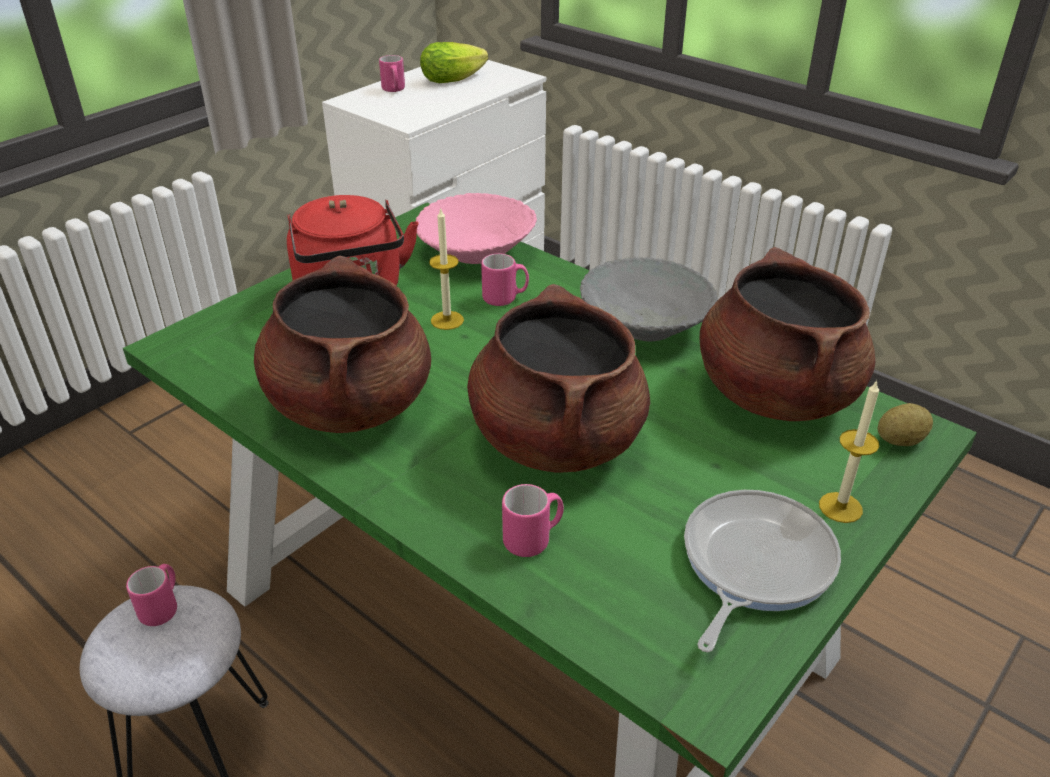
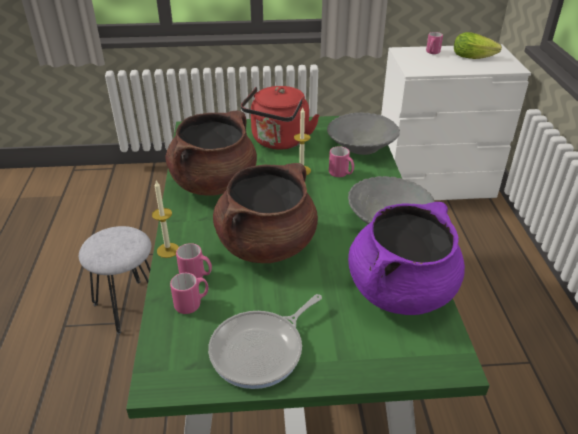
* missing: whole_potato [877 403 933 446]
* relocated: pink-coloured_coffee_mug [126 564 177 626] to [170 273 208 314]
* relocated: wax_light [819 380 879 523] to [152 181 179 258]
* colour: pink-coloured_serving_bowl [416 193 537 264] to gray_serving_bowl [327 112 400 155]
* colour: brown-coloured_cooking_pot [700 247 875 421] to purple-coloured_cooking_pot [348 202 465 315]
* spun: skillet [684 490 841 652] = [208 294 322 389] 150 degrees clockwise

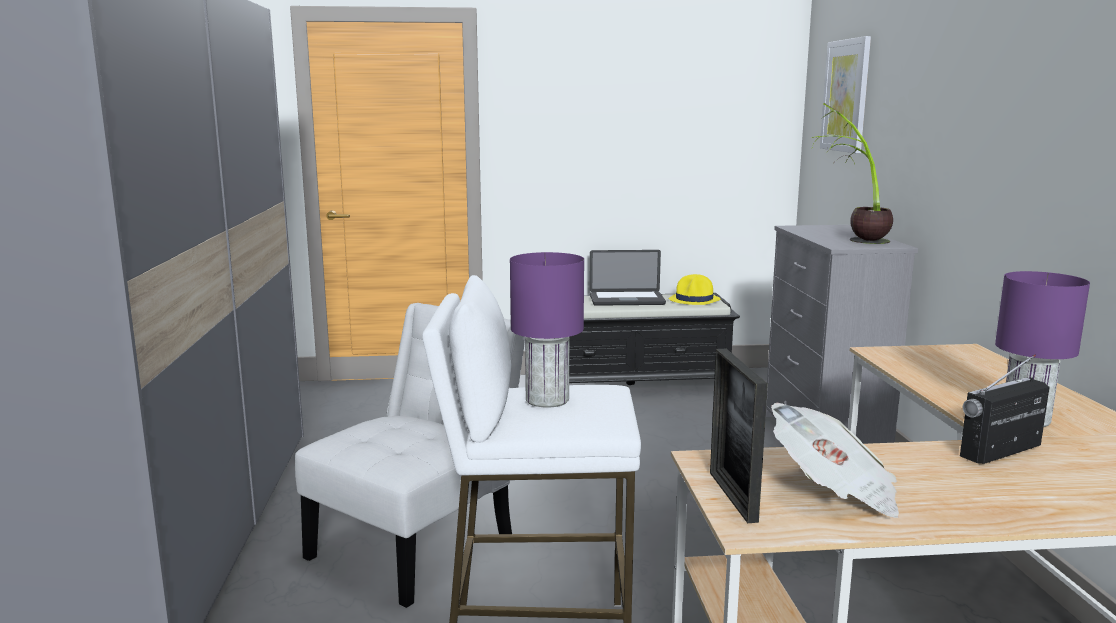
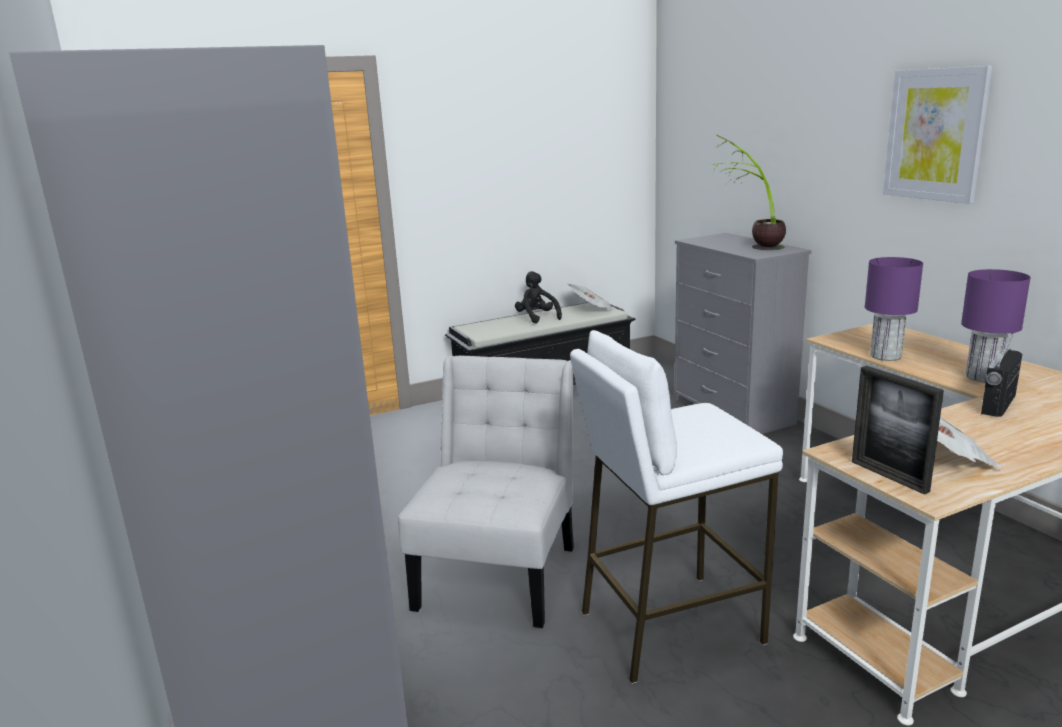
* relocated: purple-coloured_lamp_for_a_table [510 252 584 408] to [865 257 923 361]
* relocated: picture [820 36 871 153] to [883 66 992 204]
* exchanged: notebook_computer [589 250 666 306] to black_soft_toy [515 271 562 324]
* exchanged: yellow_hat [668 274 721 305] to printed_paper [567 284 615 311]

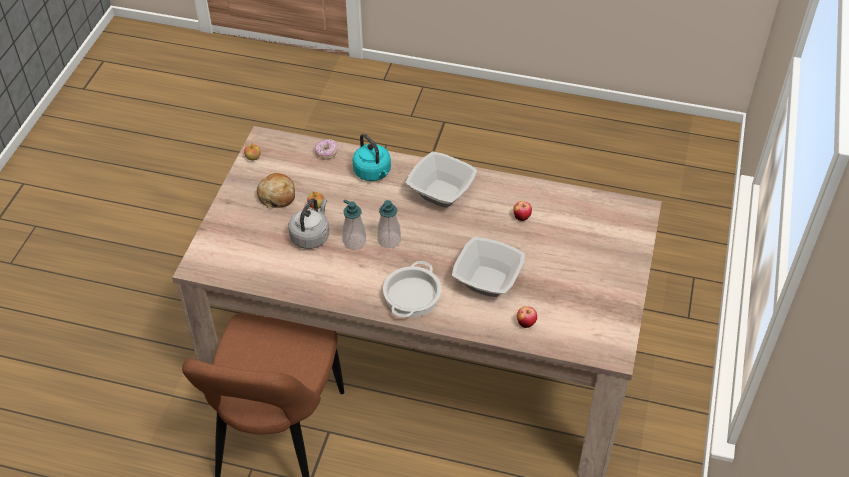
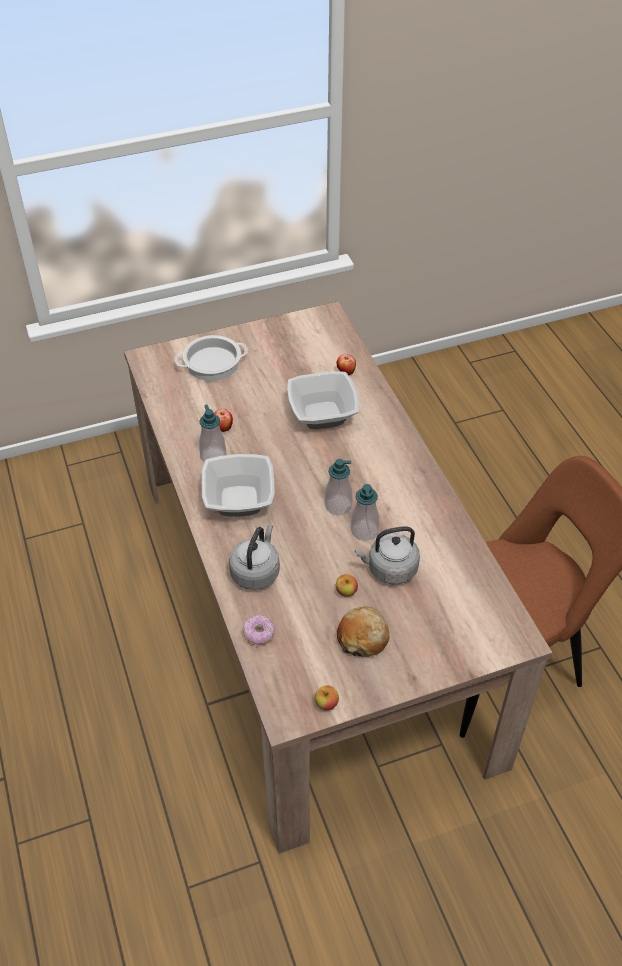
* appeared: soap_dispenser [199 405 227 462]
* relocated: cooking_pot [383 261 441 317] to [174 335 248 381]
* colour: blue-green_kettle [352 134 391 181] to gray_kettle [229 525 280 590]

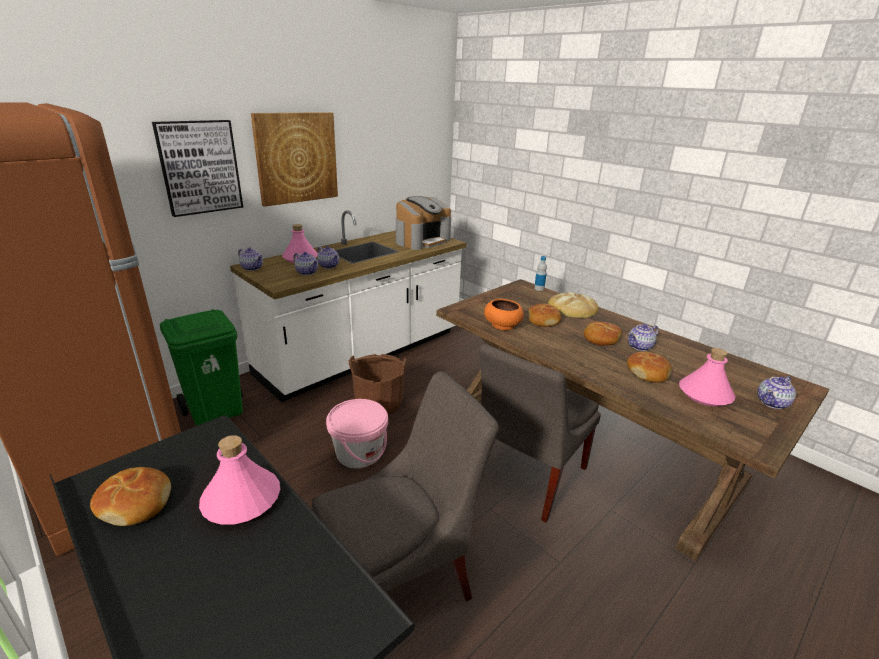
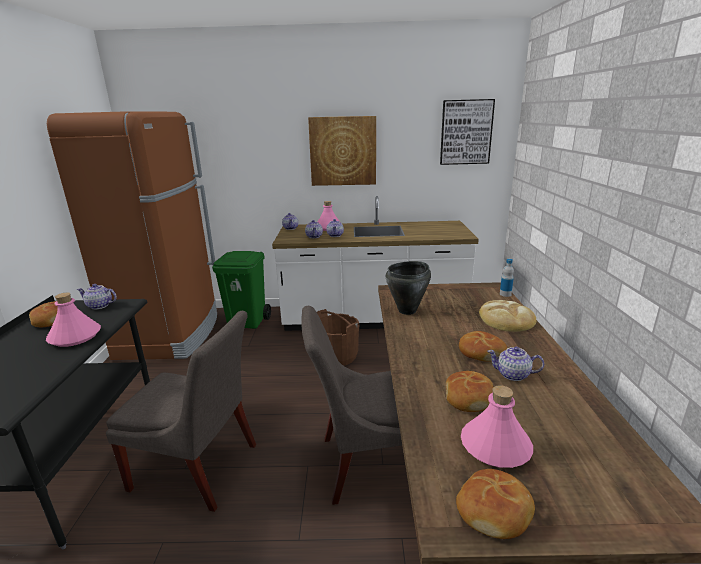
* missing: pink-coloured_water_bucket [326 399 388 468]
* missing: coffee_maker [396 196 451 250]
* relocated: picture [152 120 243 217] to [440 99 495 165]
* relocated: baked_bread [528 304 561 327] to [456 469 535 539]
* relocated: teapot [757 376 796 409] to [77 284 117 309]
* exchanged: orangey_serving_bowl [484 299 524 330] to black_cooking_pot [385 261 431 315]

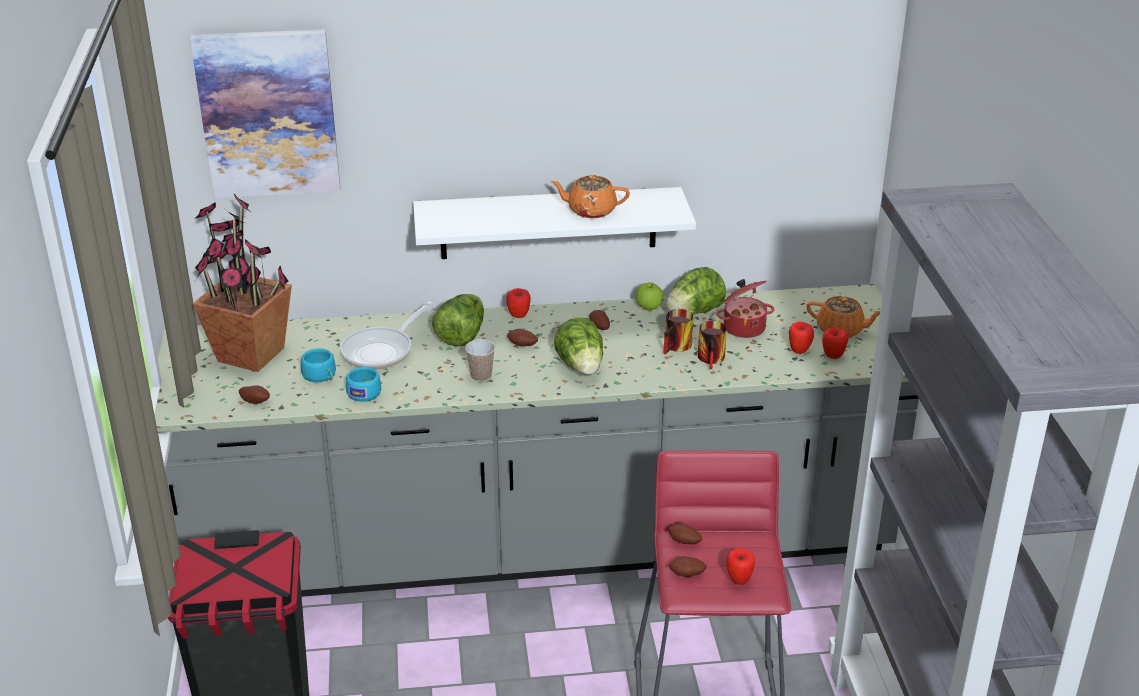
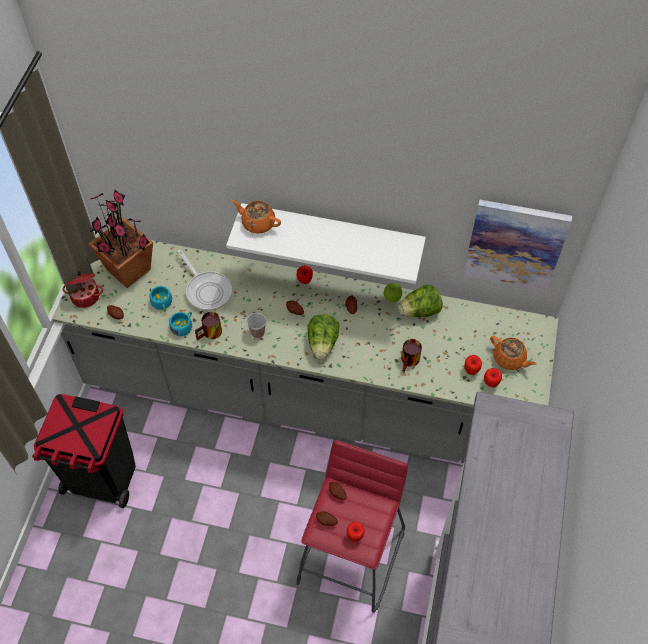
* missing: head_of_lettuce [432 294 484 347]
* relocated: picture [190 29 340 198] to [463 199 572 291]
* relocated: orangey_teapot [550 175 630 218] to [232 200 281 234]
* relocated: coffee_mug [663 309 694 354] to [195 312 222 340]
* relocated: cooking_pot [716 279 774 338] to [63 271 103 308]
* spun: skillet [340 302 433 369] = [177 249 232 311] 90 degrees counterclockwise

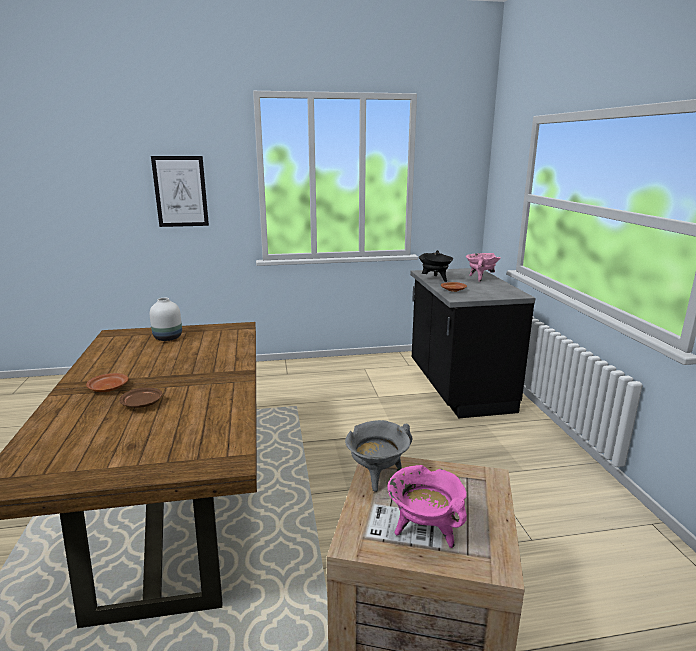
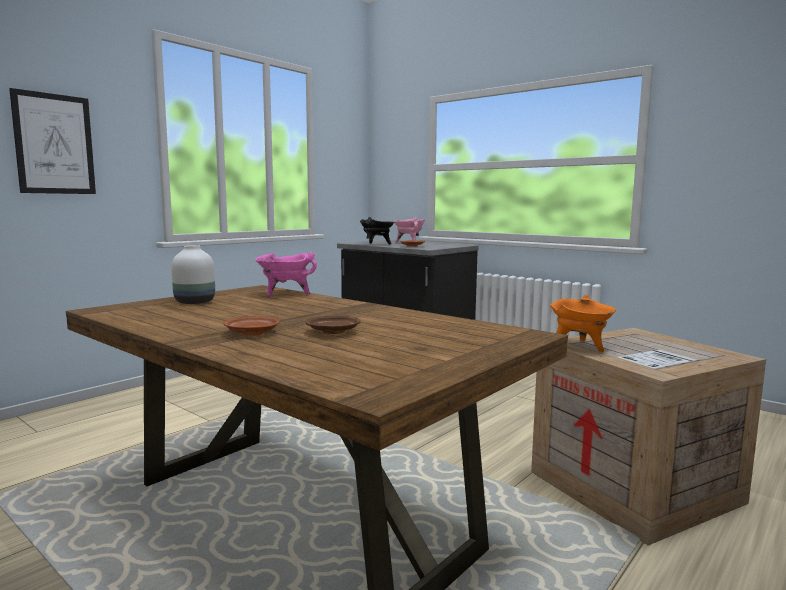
* relocated: pink-coloured_cooking_pot [387 465 467 548] to [255 252 317 297]
* colour: gray_cooking_pot [345 420 412 492] to orangey_cooking_pot [550 295 616 352]

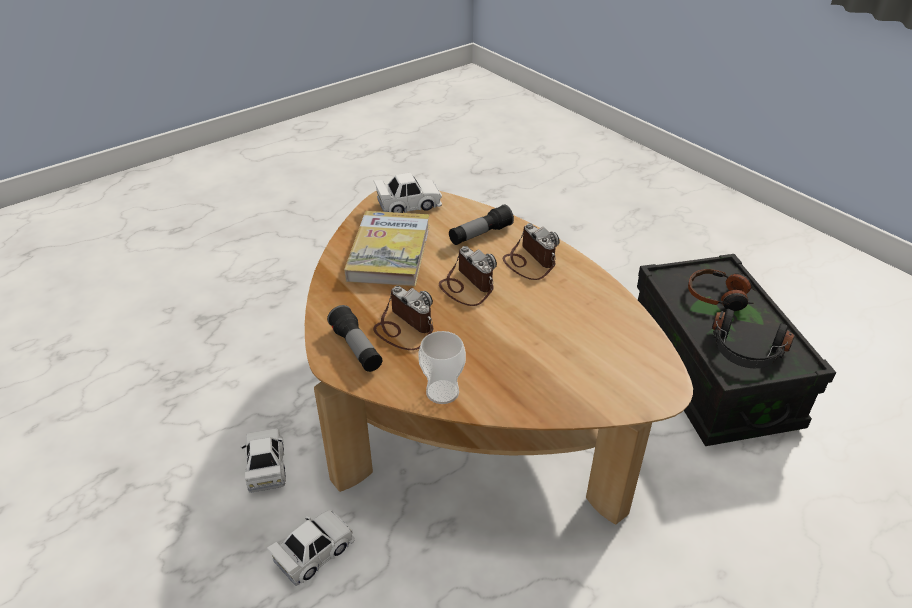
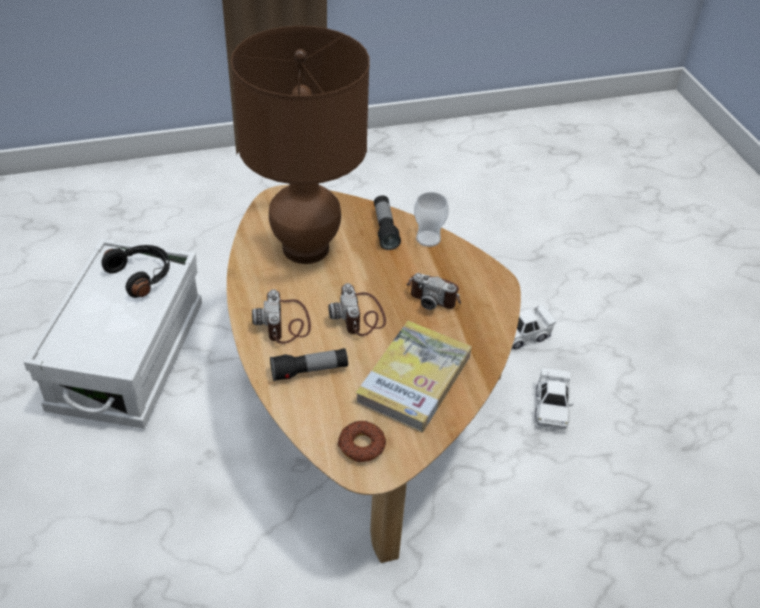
* missing: headphones [688 269 757 311]
* appeared: brown-coloured_lamp_for_a_table [231 26 370 264]
* relocated: flashlight [327 305 382 372] to [374 195 401 250]
* exchanged: whitish_model_car [374 173 442 213] to ring_doughnut [337 421 386 462]
* colour: black_storage_container [637 254 836 446] to whitish_storage_container [24 239 202 429]
* spun: still_camera [373 286 433 350] = [406 273 461 310] 45 degrees counterclockwise

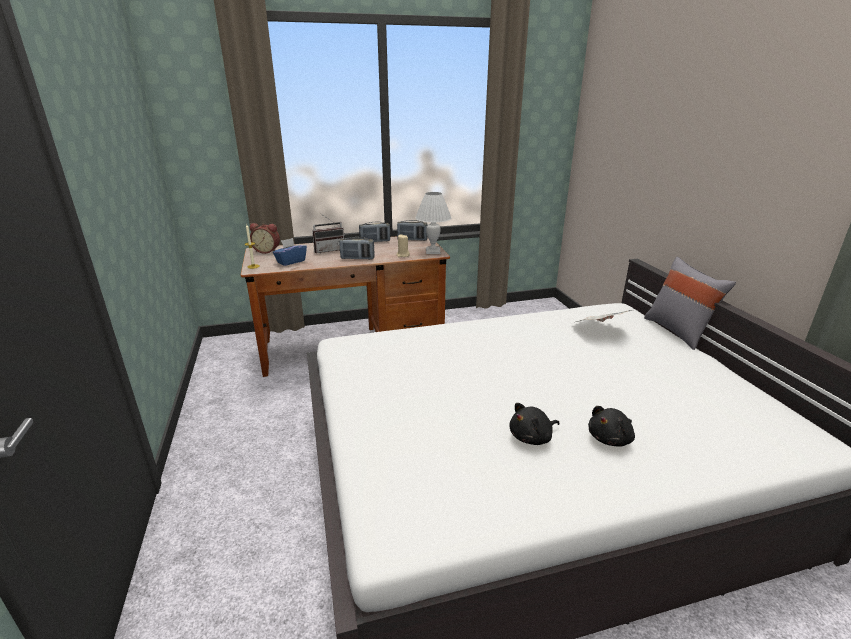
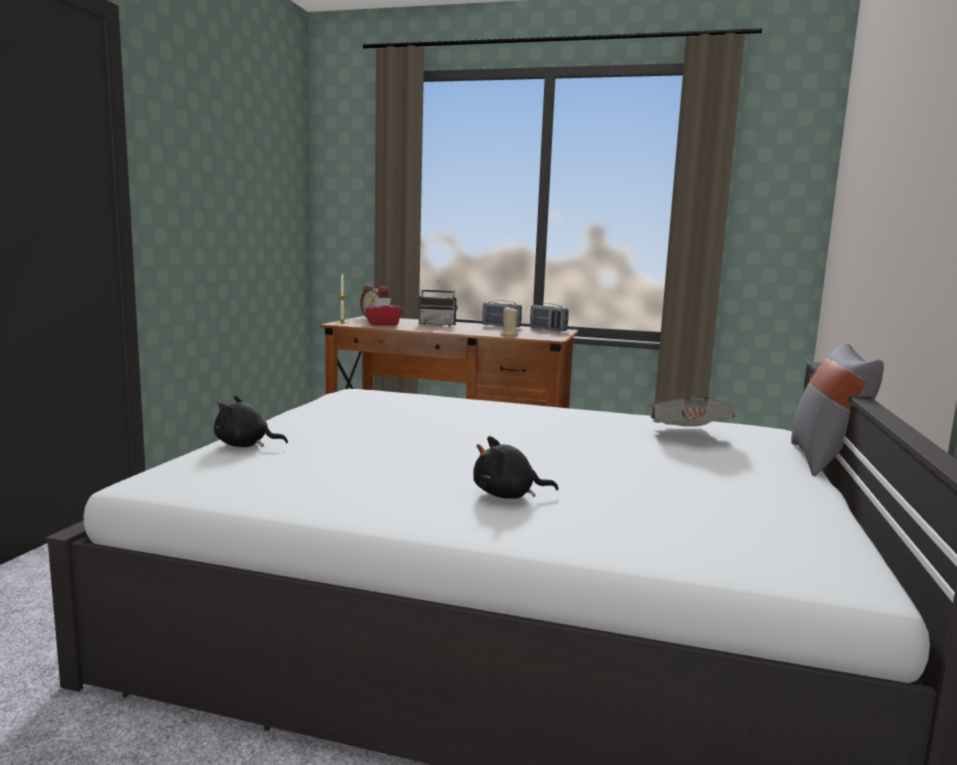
* missing: radio_receiver [339 237 374 260]
* missing: whitish_lamp_for_a_table [416 192 451 254]
* relocated: black_soft_toy [509 403 560 445] to [214 396 288 447]
* colour: blue-coloured_box_of_tissues [273 238 307 266] to red-coloured_box_of_tissues [366 298 402 326]

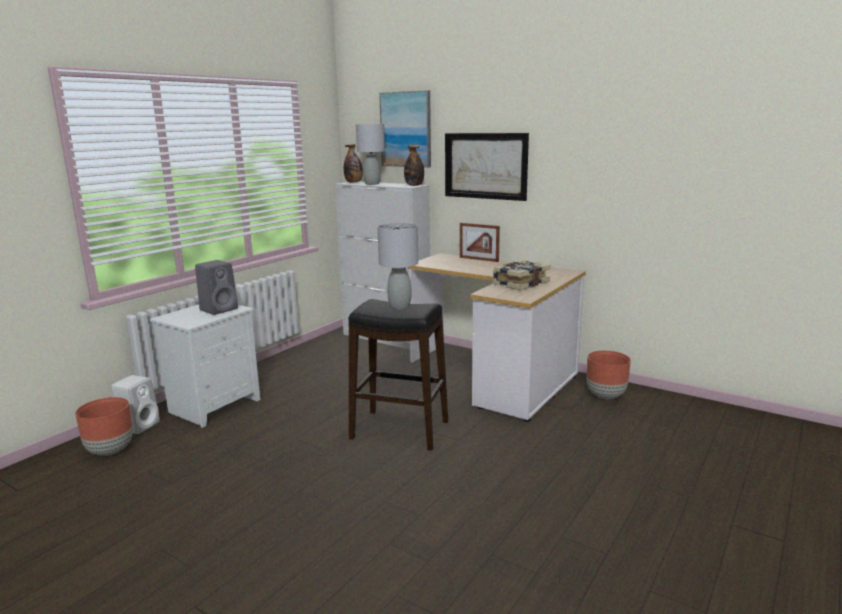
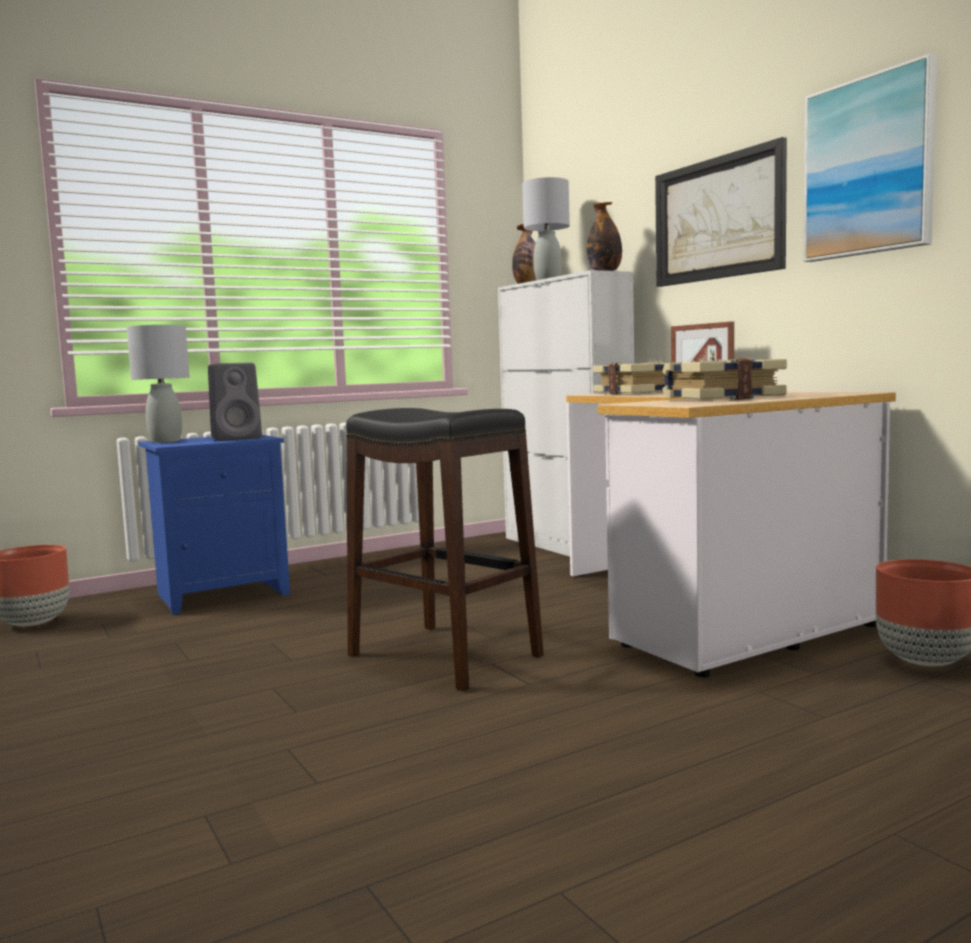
* missing: whitish_audio_speaker [111 375 160 434]
* appeared: book [593 361 677 395]
* relocated: gray_lamp_for_a_table [378 223 418 309] to [127 325 190 443]
* relocated: picture [379 90 431 168] to [803 53 937 262]
* colour: whitish_bedside_table [150 304 260 428] to blue-coloured_bedside_table [139 435 290 615]

